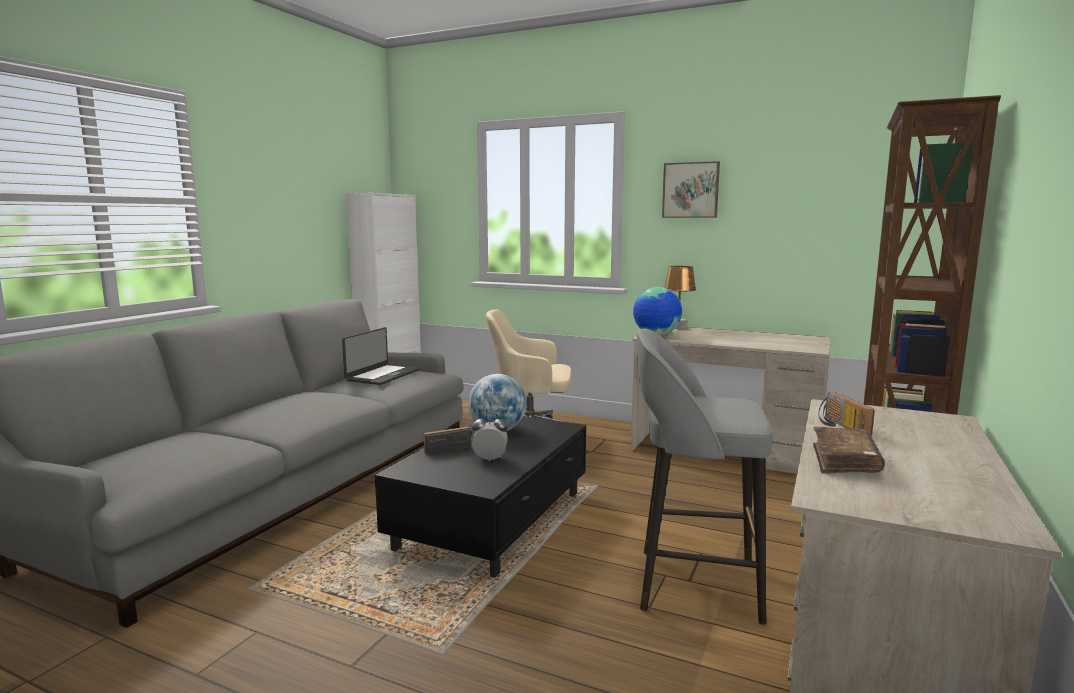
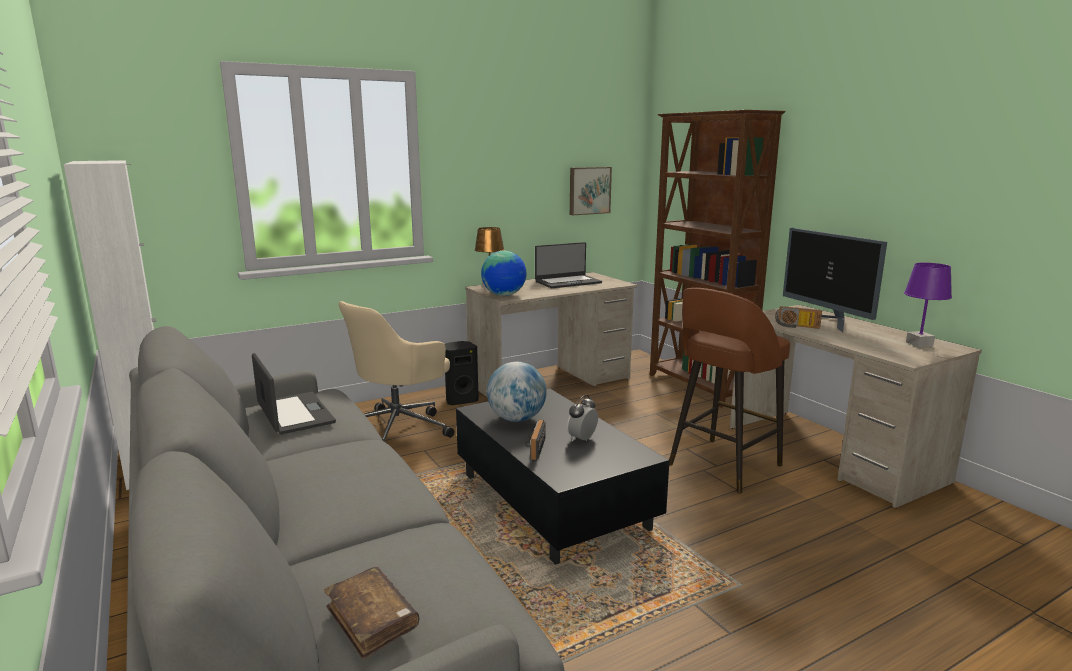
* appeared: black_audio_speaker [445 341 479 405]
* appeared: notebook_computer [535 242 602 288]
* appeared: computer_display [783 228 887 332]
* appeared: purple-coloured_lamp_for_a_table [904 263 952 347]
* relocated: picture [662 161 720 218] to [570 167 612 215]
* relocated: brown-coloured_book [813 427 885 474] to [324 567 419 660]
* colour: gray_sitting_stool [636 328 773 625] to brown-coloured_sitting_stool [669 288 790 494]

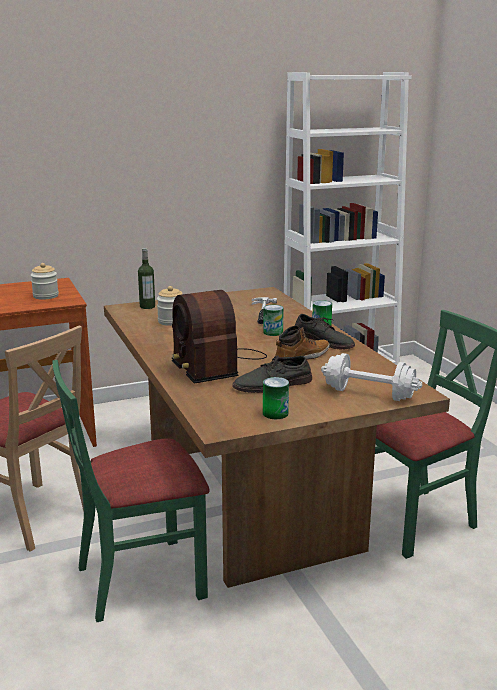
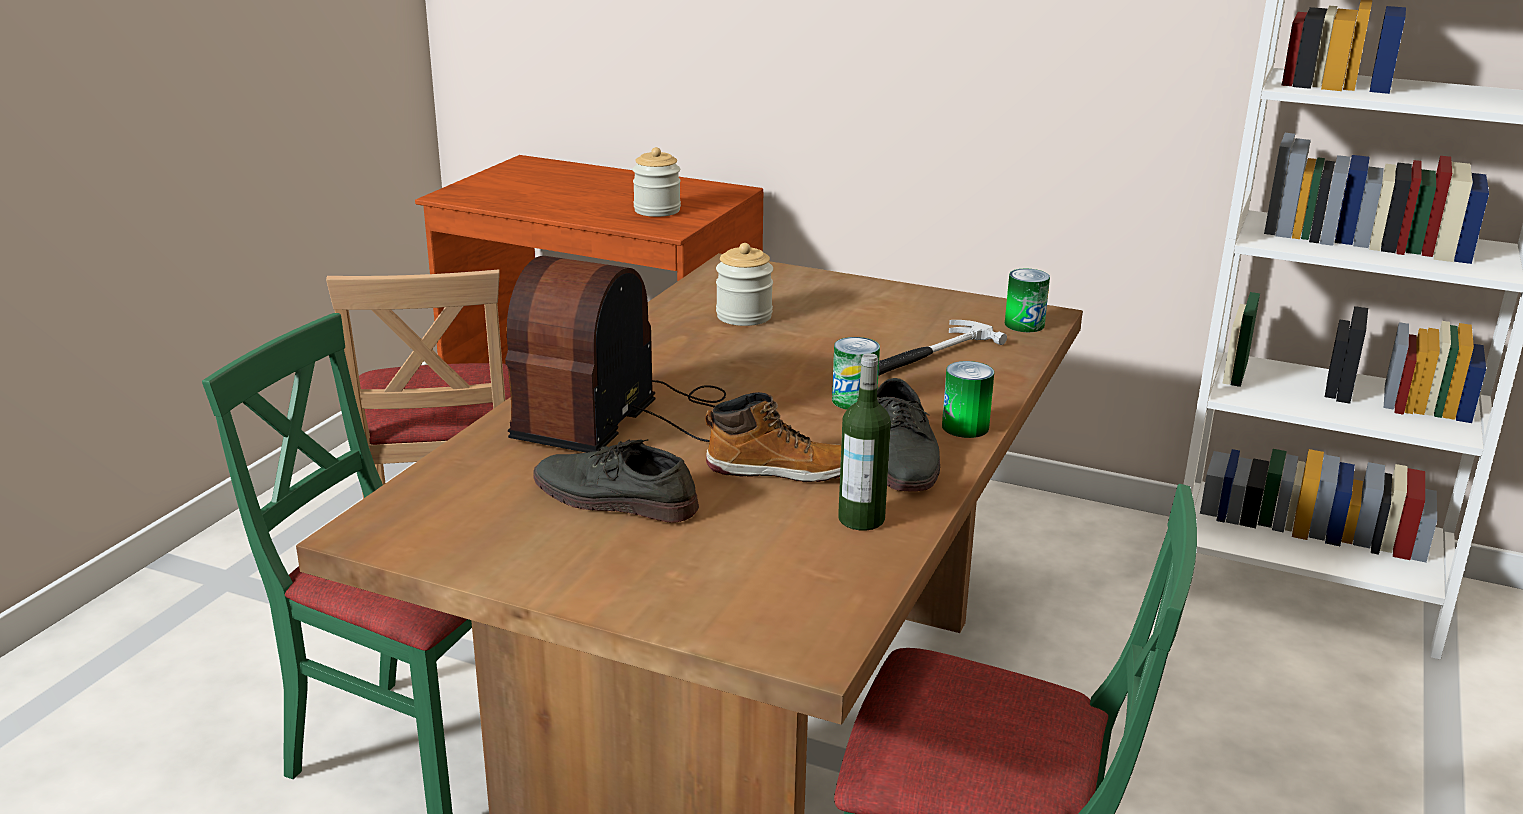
* missing: whitish_free_weight [321 353 422 401]
* relocated: beverage_bottle [138 248 155 309] to [838 353 891 531]
* relocated: sealed_can [263 377 289 419] to [1005 269 1050 332]

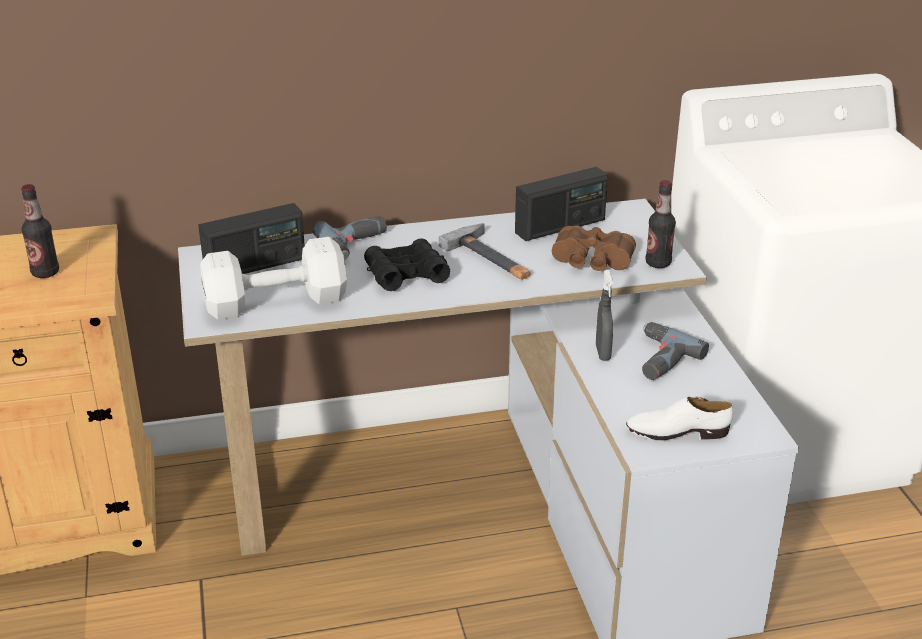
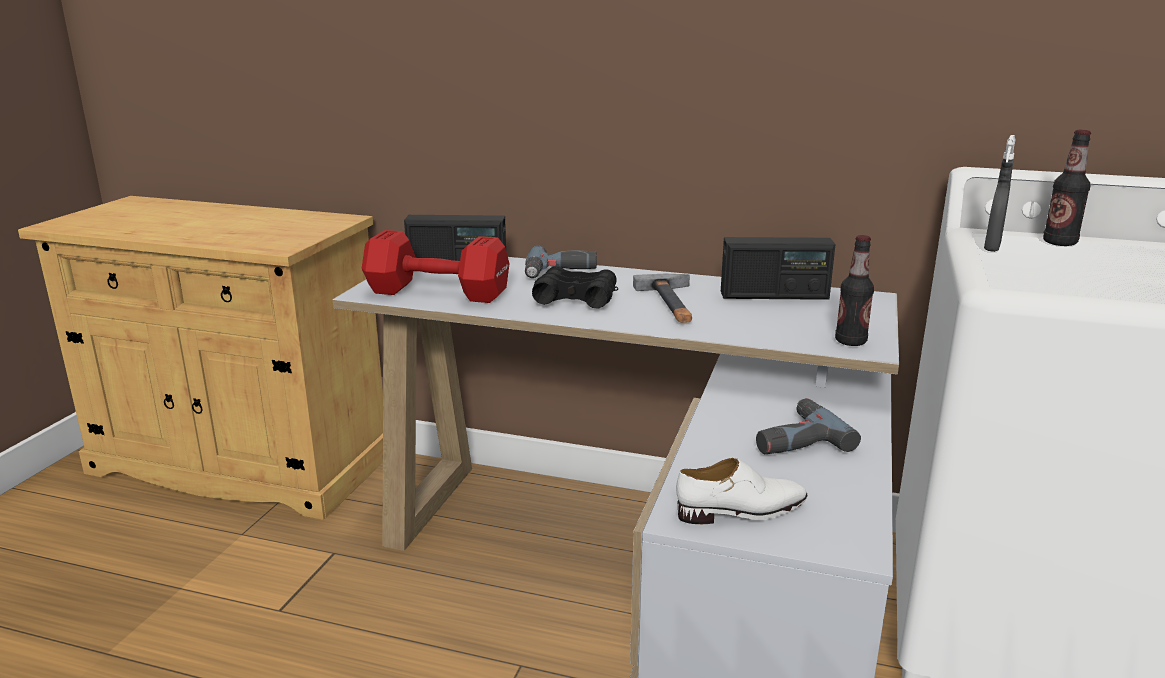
* missing: brown-coloured_binoculars [552 226 636 271]
* relocated: beverage_bottle [21 184 59 278] to [1043 130 1091 246]
* relocated: gray_sprayer [596 270 613 361] to [984 135 1016 252]
* colour: whitish_free_weight [200 237 347 320] to red-coloured_free_weight [362 230 509 303]
* spun: whitish_shoe [626 397 733 440] = [676 458 808 524] 135 degrees clockwise

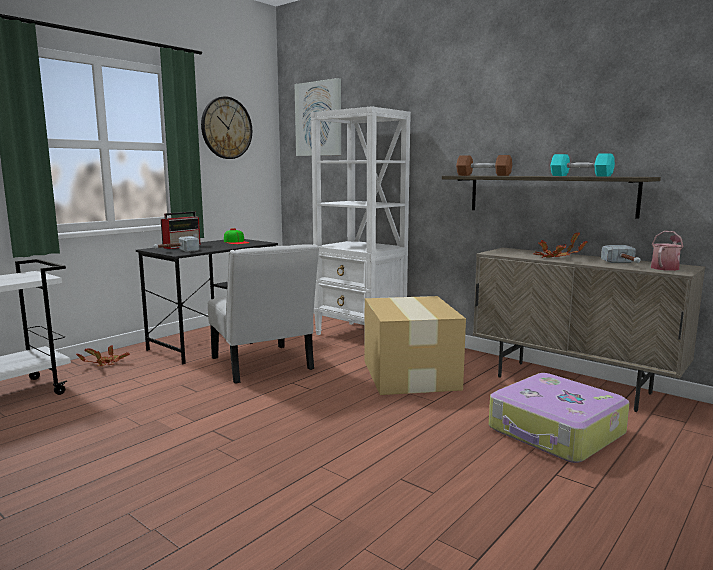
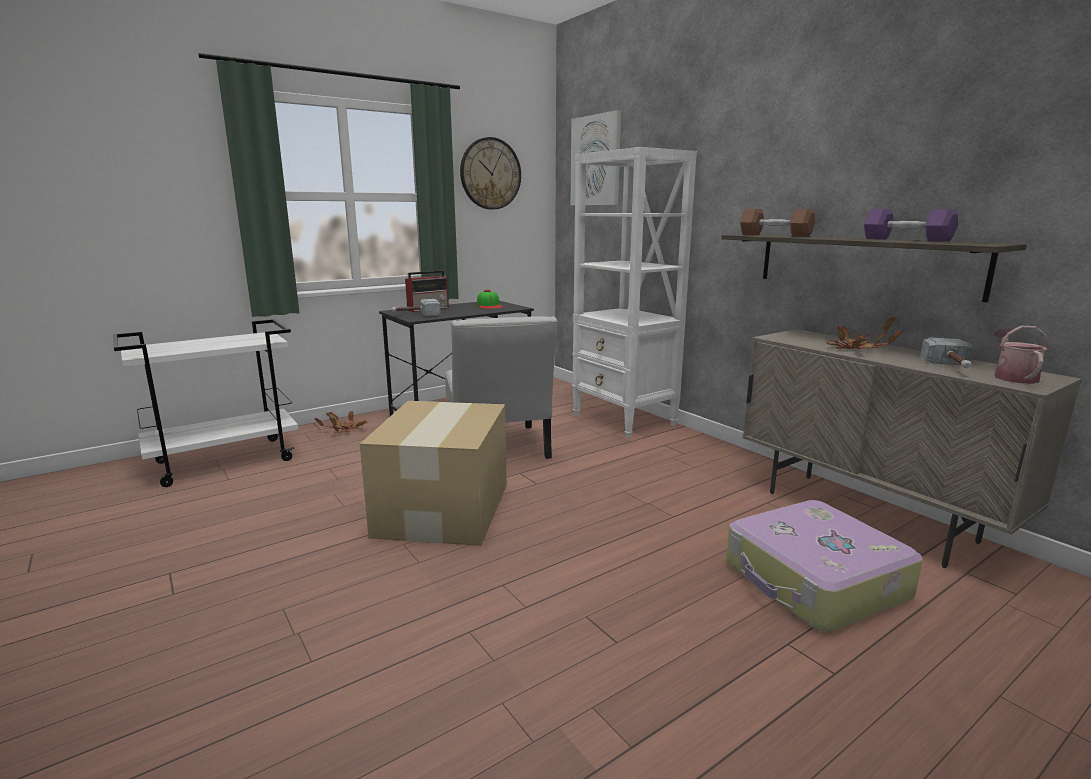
* relocated: carton [364 296 466 395] to [360 401 507 546]
* colour: blue-green_free_weight [550 153 615 176] to purple-coloured_free_weight [864 209 958 242]
* spun: sprinkling_can [651 231 684 271] = [994 326 1048 384] 45 degrees counterclockwise

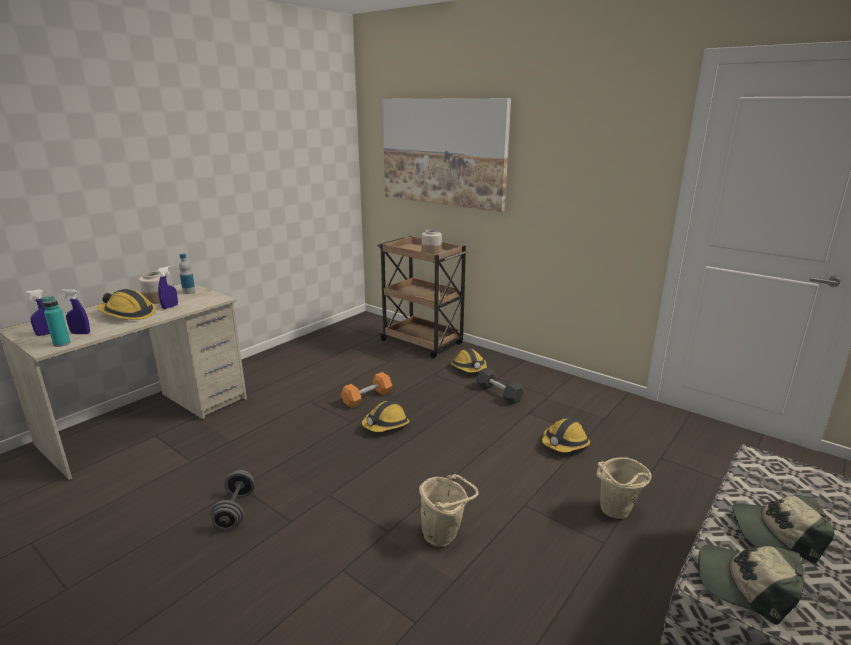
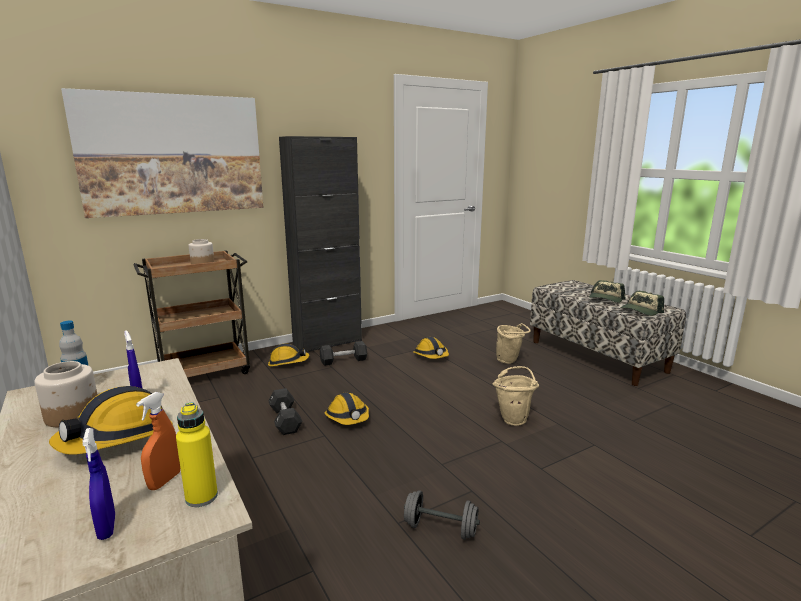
* appeared: black_cabinet [279 136 362 352]
* colour: blue-green_beverage_bottle [42 296 70 347] to yellow_beverage_bottle [176 402 218 507]
* colour: blue-coloured_sprayer [61 289 90 334] to orangey_sprayer [136 392 180 490]
* colour: orangey_free_weight [341 372 392 408] to black_free_weight [269 388 302 435]

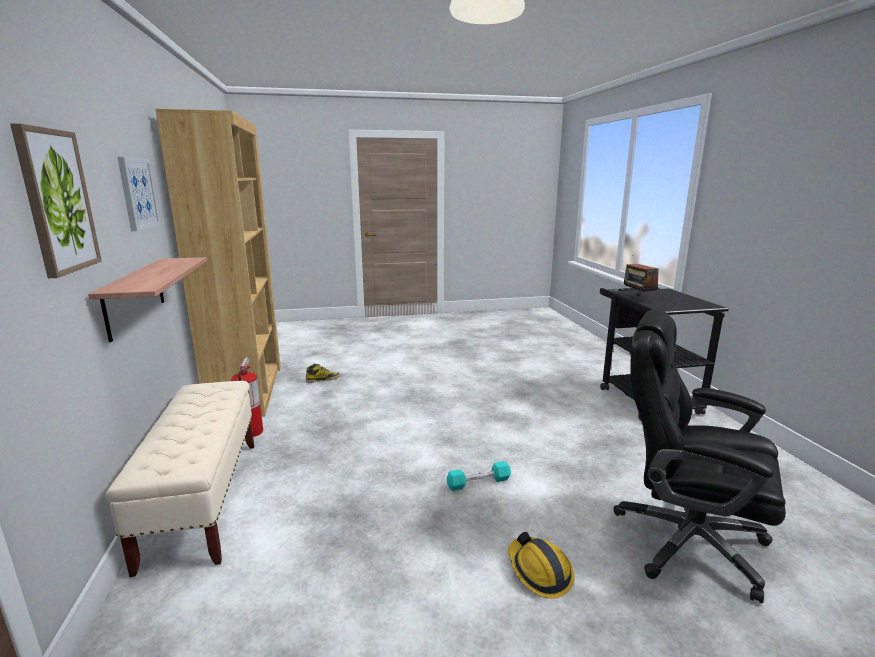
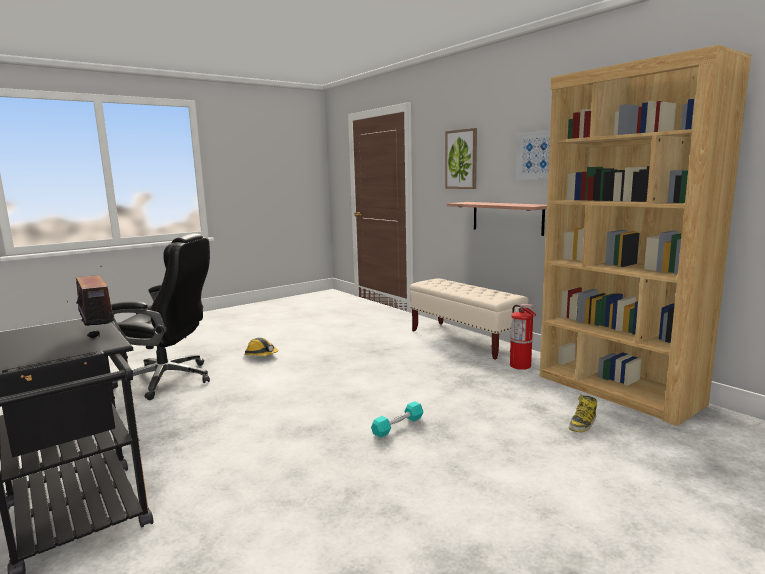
* relocated: blue-green_free_weight [447 461 511 491] to [371 401 423 438]

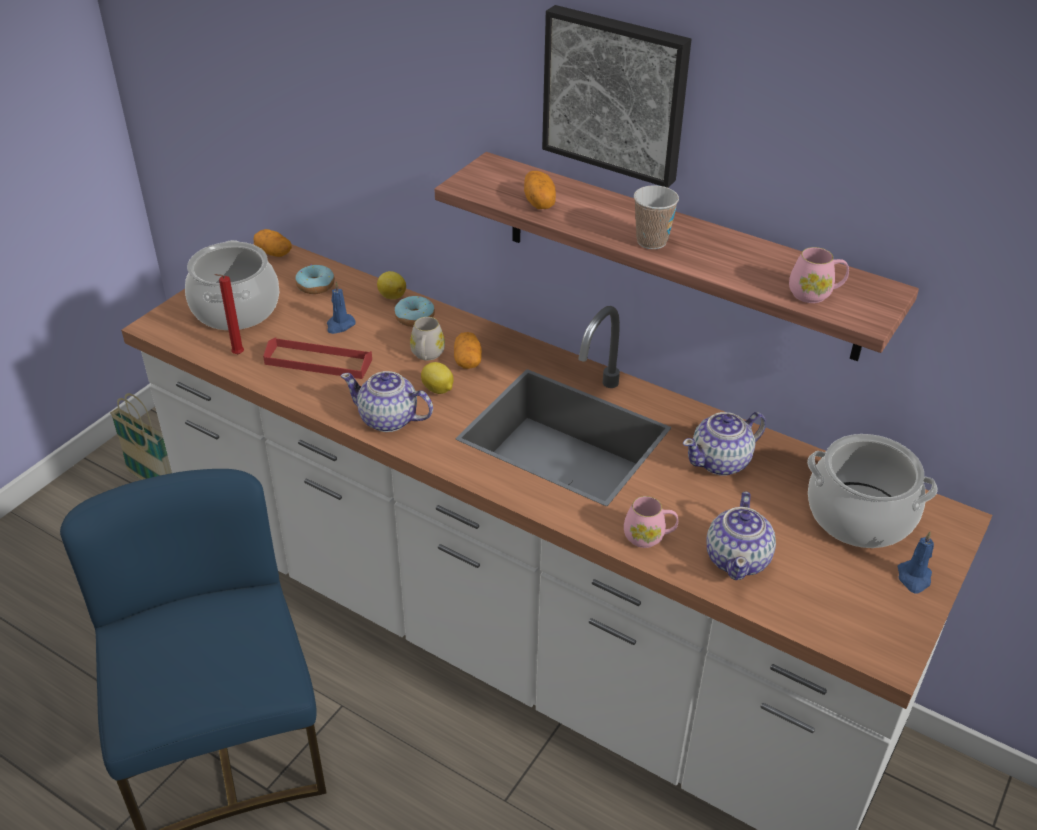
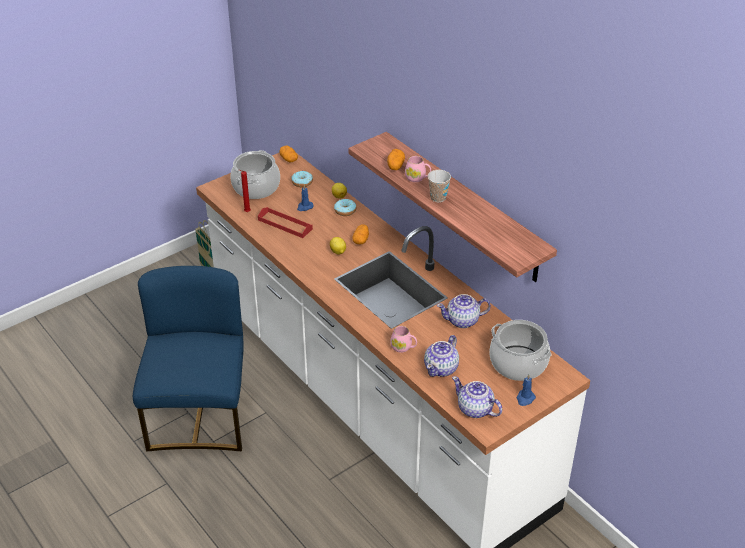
* missing: whitish_coffee_mug [410 317 445 360]
* missing: picture [542 5 691 188]
* relocated: teapot [341 371 433 432] to [452 376 502 418]
* relocated: pink-coloured_coffee_mug [789 247 849 303] to [405 156 431 182]

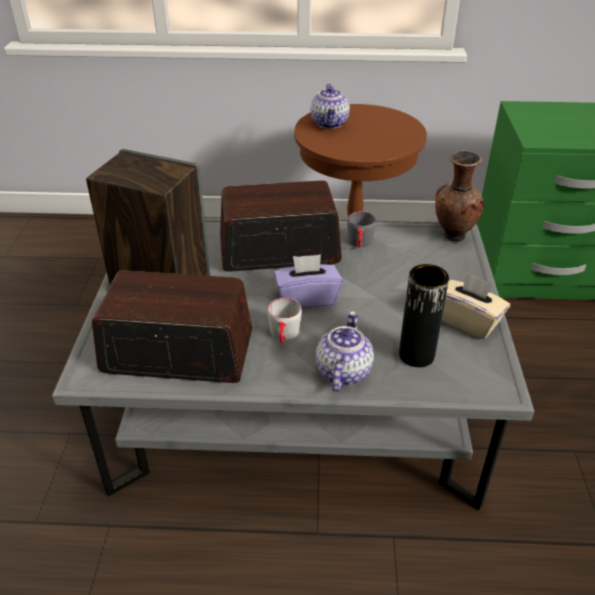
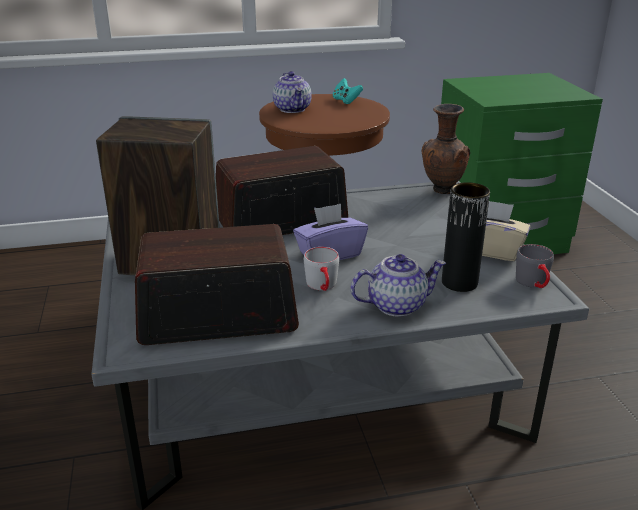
* appeared: blue-green_game_controller [333 78 363 104]
* relocated: gray_coffee_mug [347 211 376 248] to [516 244 554 288]
* spun: teapot [316 311 374 392] = [351 254 446 317] 75 degrees clockwise

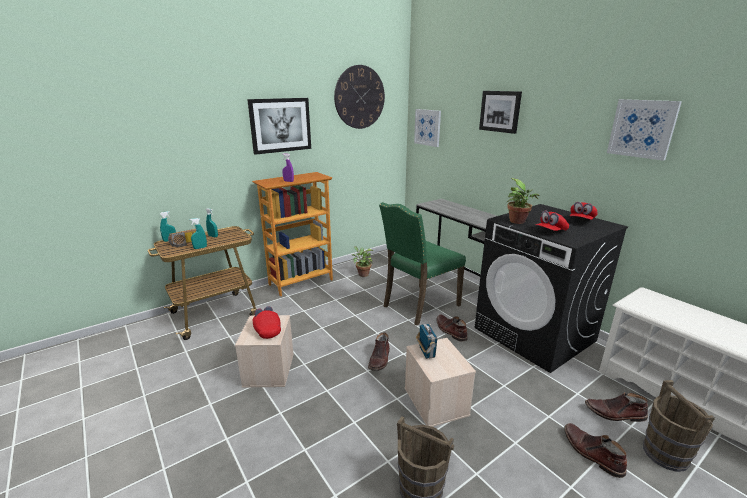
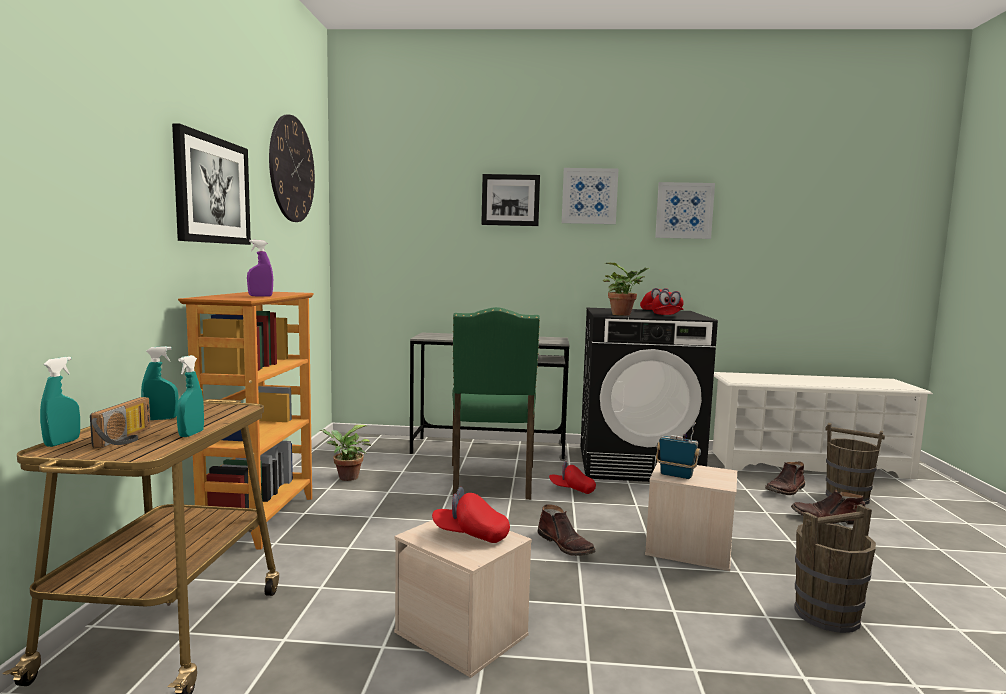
* relocated: picture [414 109 441 147] to [562 168 619 224]
* exchanged: brown-coloured_high-top_boot [437 315 467 342] to red-coloured_cap [549 461 596 494]

